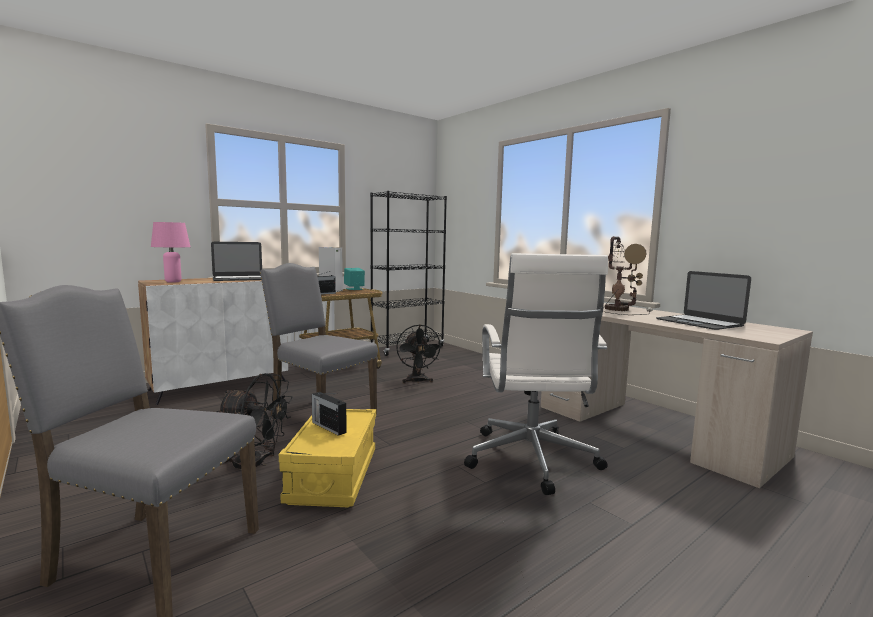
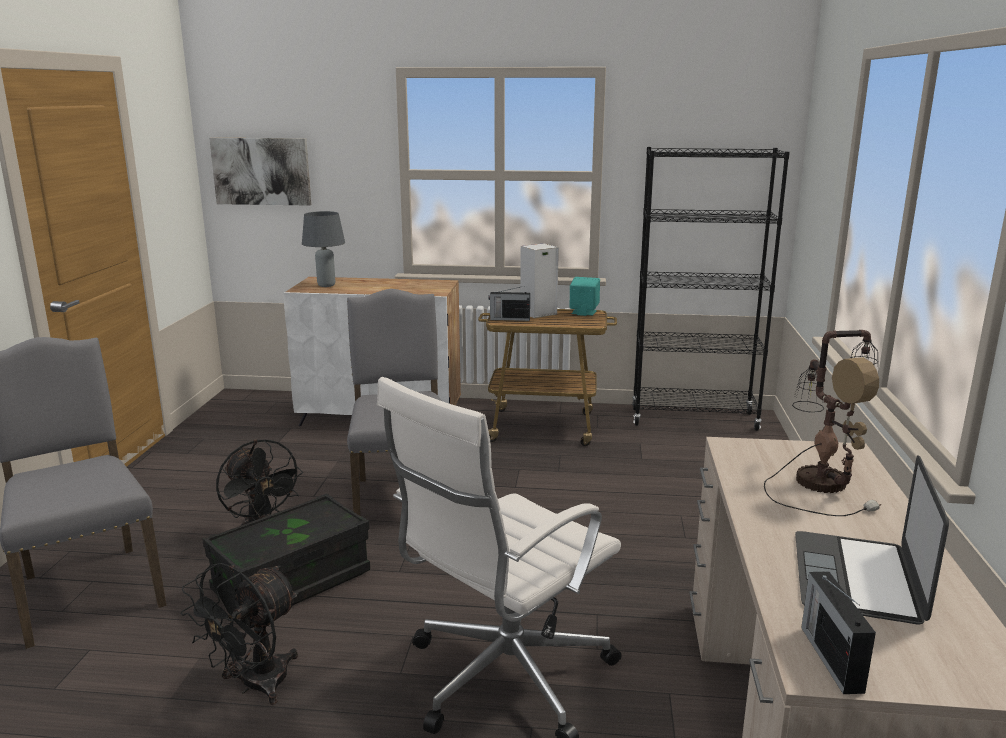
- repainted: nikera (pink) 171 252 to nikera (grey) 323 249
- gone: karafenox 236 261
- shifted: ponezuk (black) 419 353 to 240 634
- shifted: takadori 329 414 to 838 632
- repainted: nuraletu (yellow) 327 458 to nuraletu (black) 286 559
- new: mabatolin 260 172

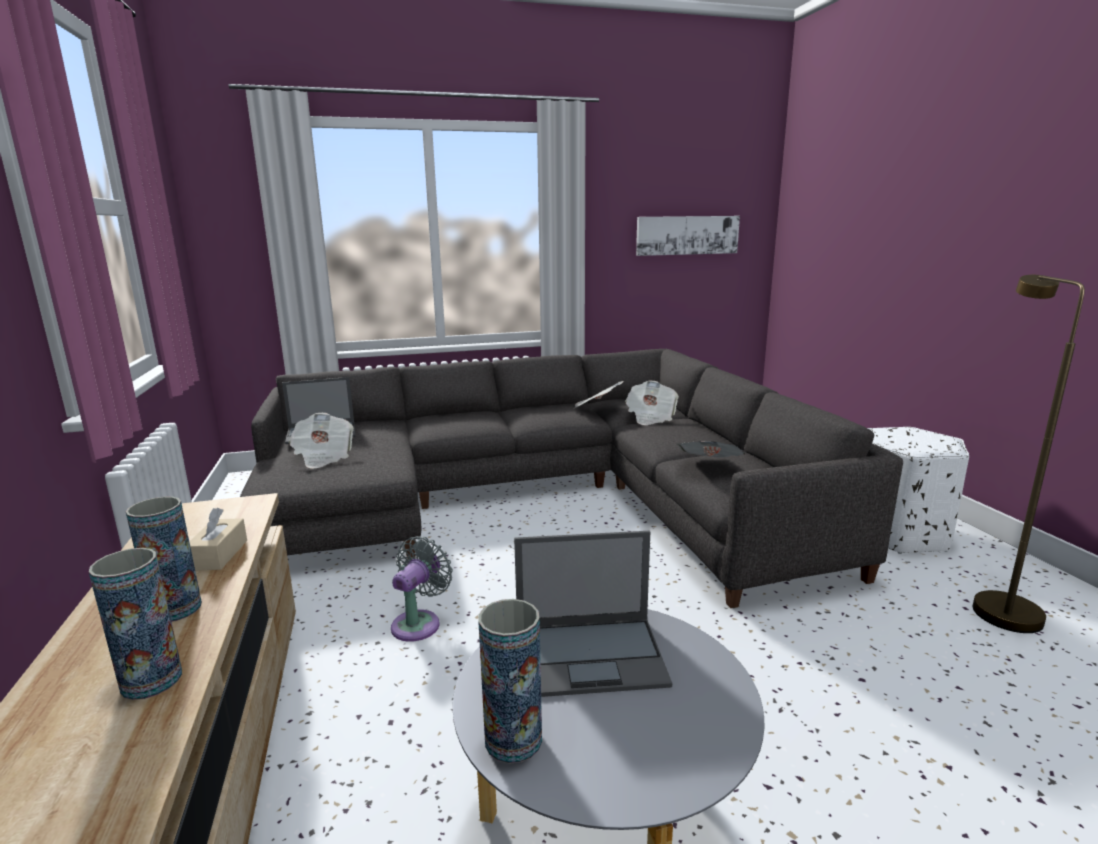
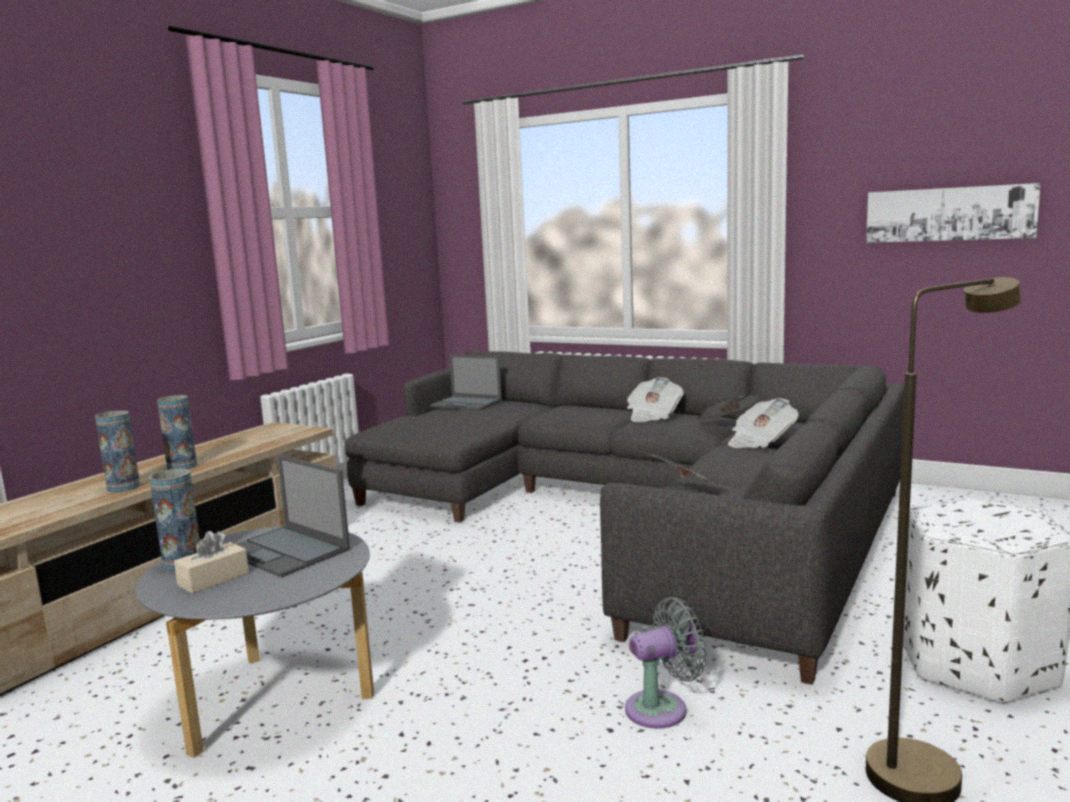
- shifted: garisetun 321 441 to 655 399
- shifted: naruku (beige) 218 539 to 211 562
- shifted: ponezuk (grey) 422 589 to 666 663

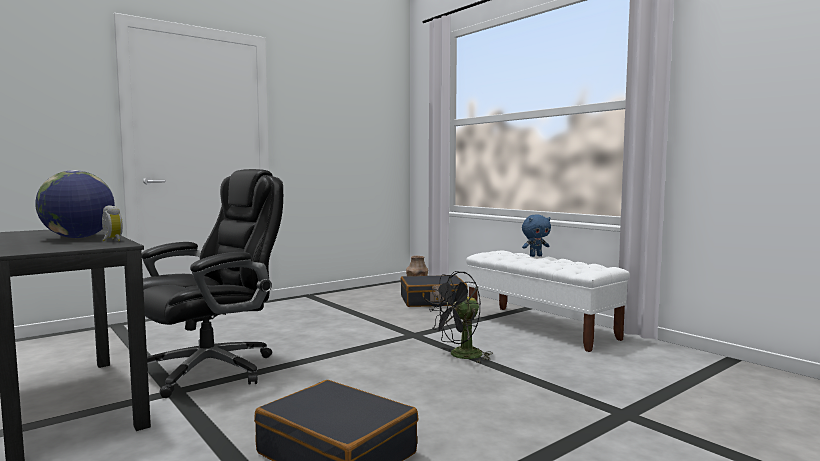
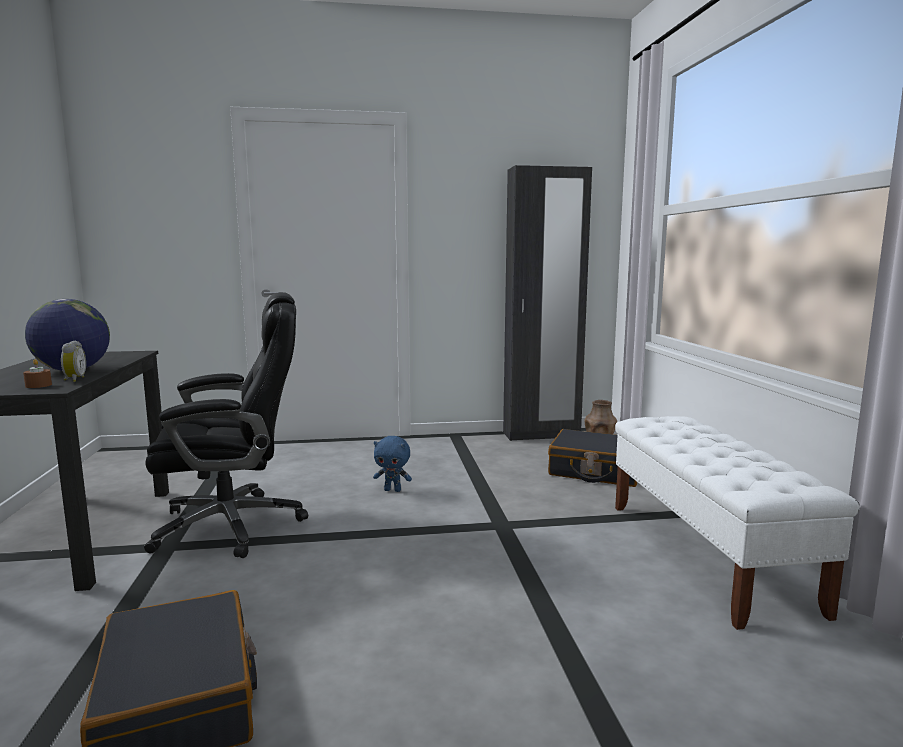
- shifted: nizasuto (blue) 536 236 to 392 464
- gone: ponezuk (black) 461 317
- new: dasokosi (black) 547 303
- new: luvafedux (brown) 37 373

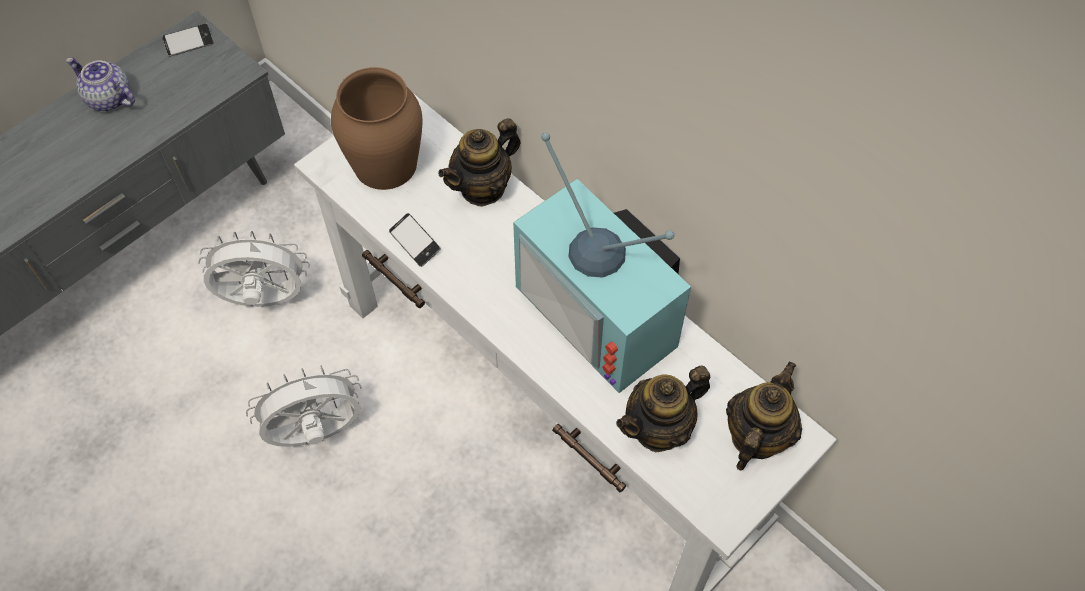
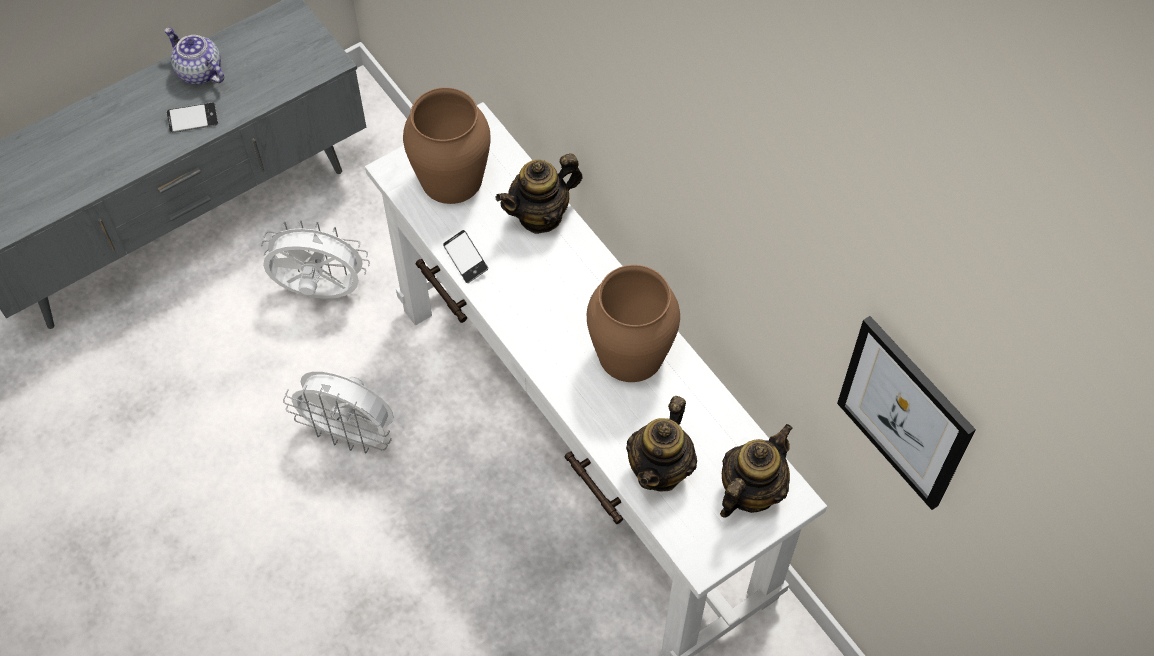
- shifted: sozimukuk 188 40 to 192 117
- swapped: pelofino 602 262 to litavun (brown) 633 323
- rotated: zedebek 663 408 = 661 444 45 degrees counterclockwise
- rotated: ponezuk (white) 304 406 = 338 412 150 degrees counterclockwise
- new: mabatolin 906 413

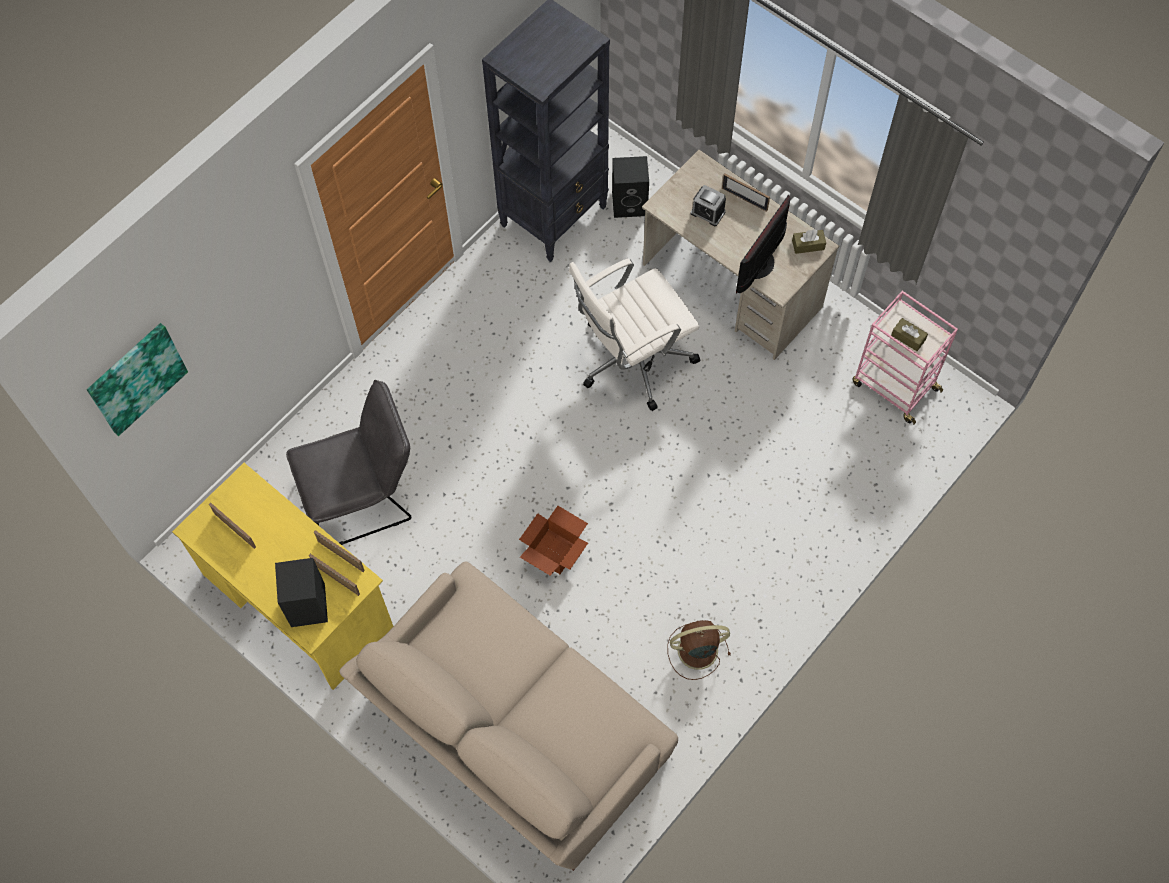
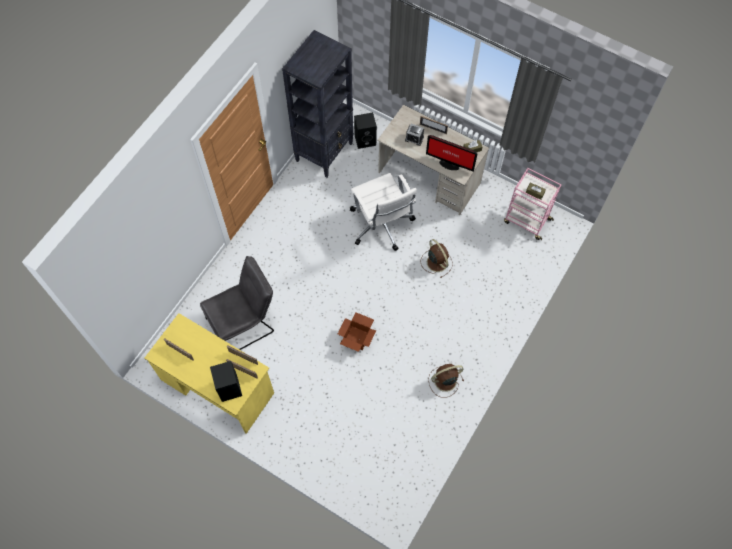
- rotated: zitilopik 763 244 = 451 153 90 degrees counterclockwise
- rotated: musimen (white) 634 334 = 383 212 75 degrees counterclockwise
- gone: mabatolin 137 379
- gone: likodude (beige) 508 716
- new: ponezuk (brown) 436 258

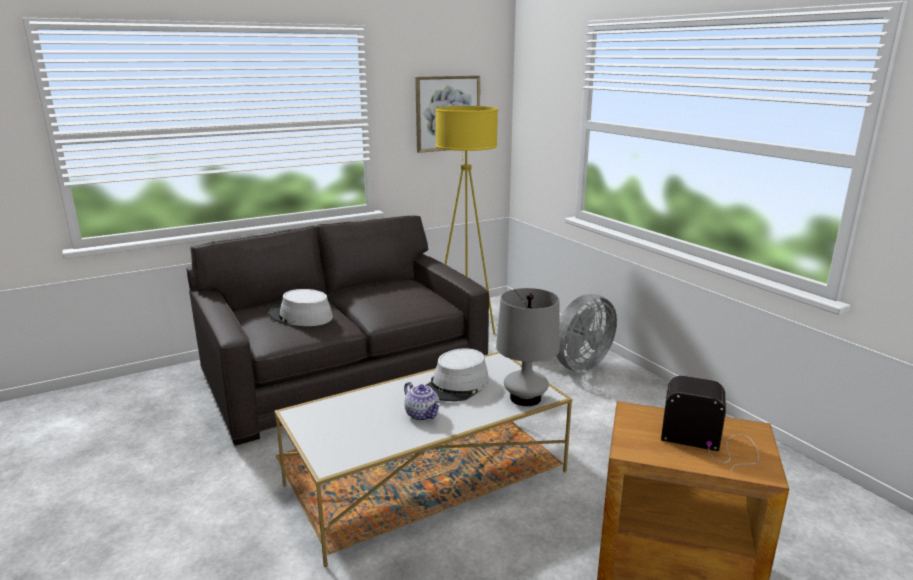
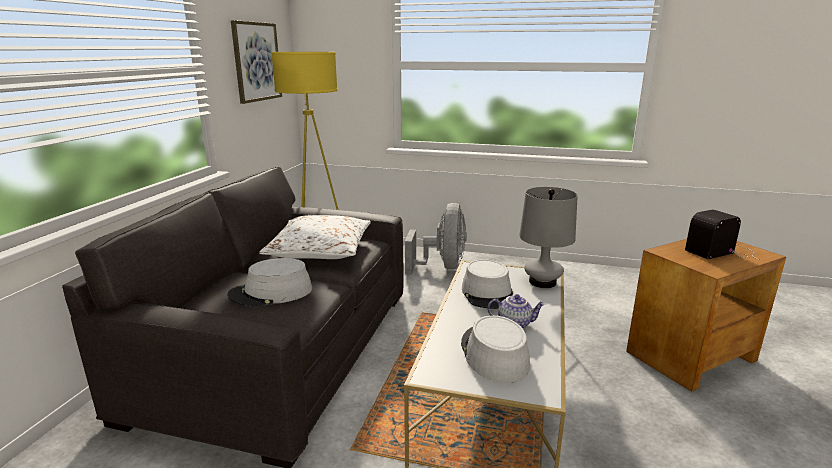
- new: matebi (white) 315 237
- new: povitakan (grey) 495 349

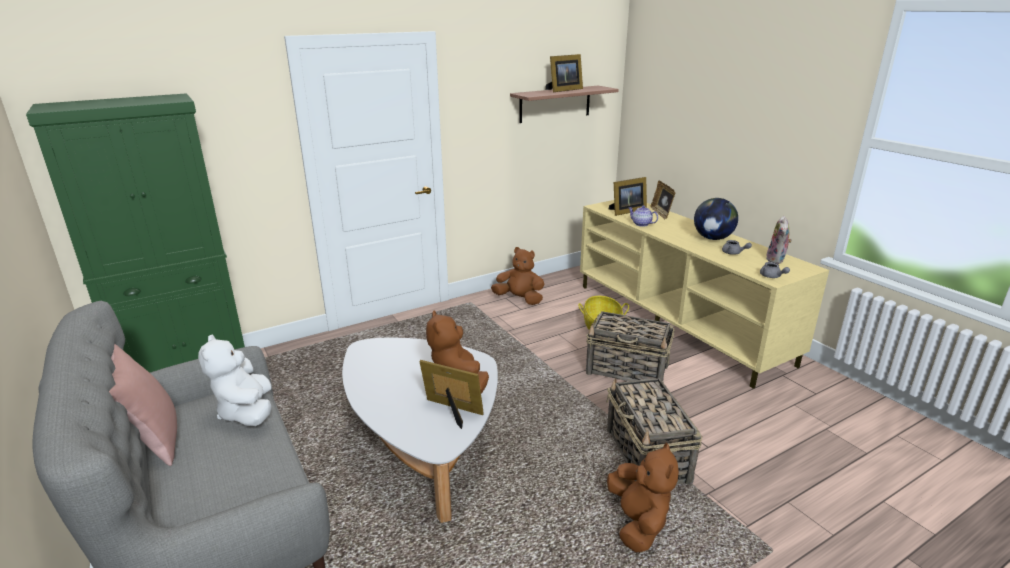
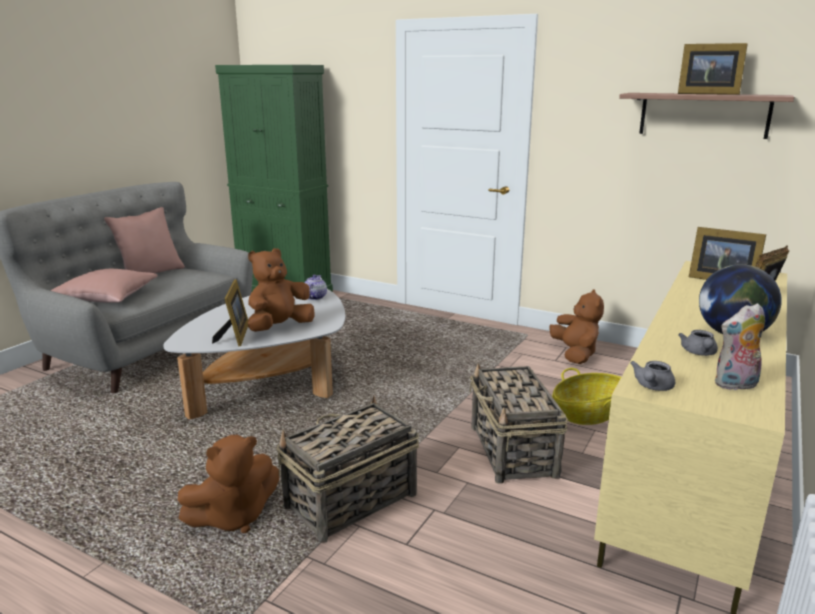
- shifted: zedebek 643 216 to 315 287
- gone: nizasuto (white) 235 380
- new: matebi (pink) 104 286

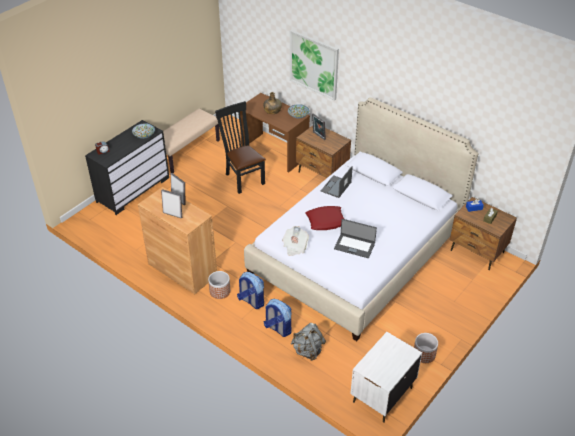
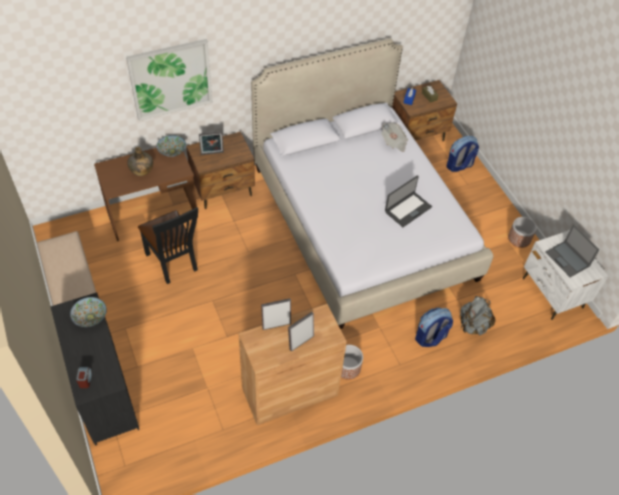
- rotated: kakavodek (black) 240 147 = 168 245 120 degrees counterclockwise
- shifted: karafenox 337 182 to 572 250
- gone: matebi (red) 324 218
- shifted: garisetun 295 241 to 394 137
- shifted: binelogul 250 290 to 462 154

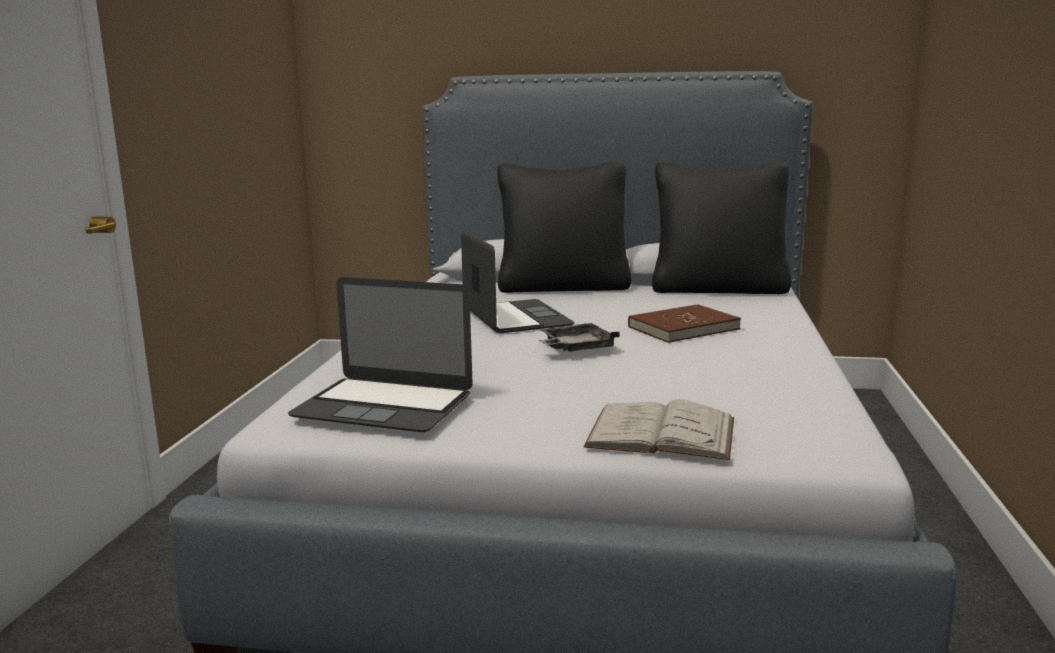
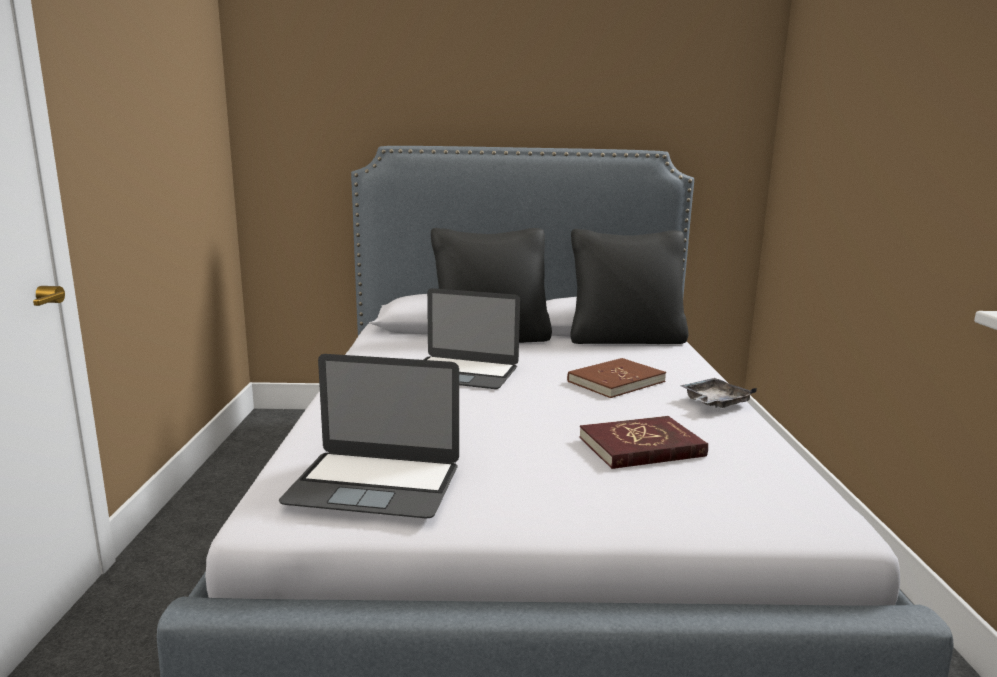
- rotated: karafenox 518 282 = 471 338 135 degrees clockwise
- shifted: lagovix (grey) 579 337 to 719 393
- gone: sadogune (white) 659 429
- new: sadogune (red) 643 442

